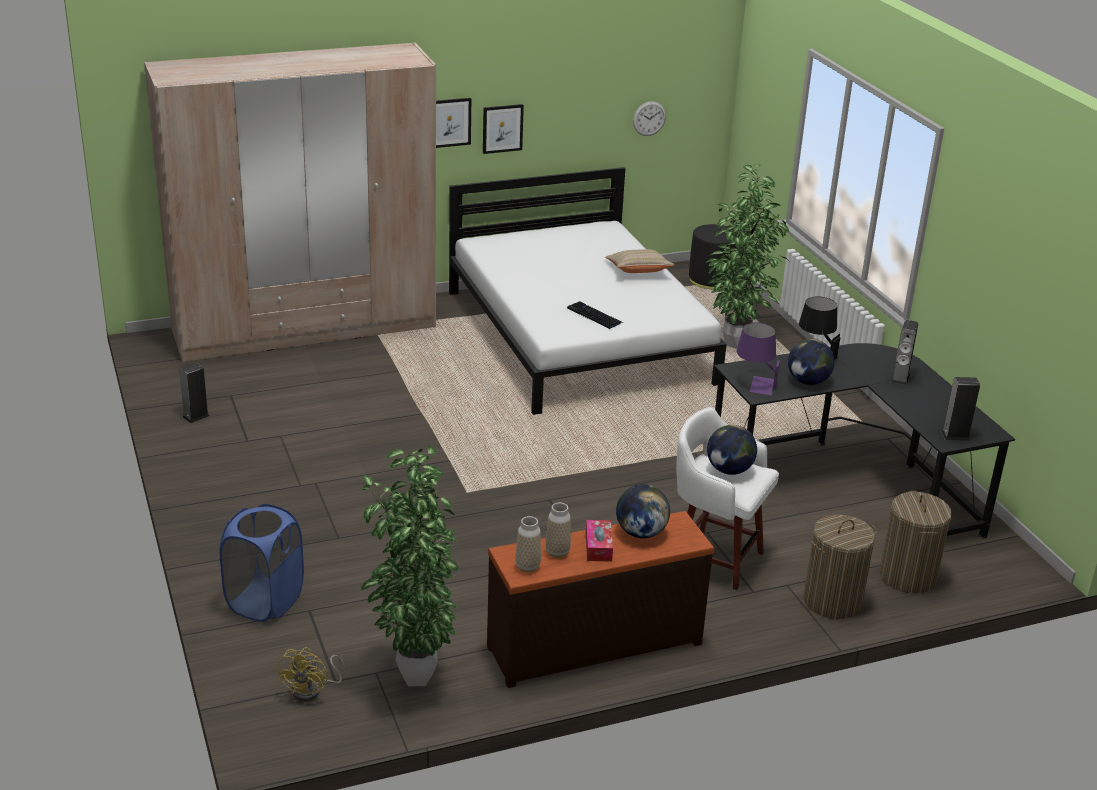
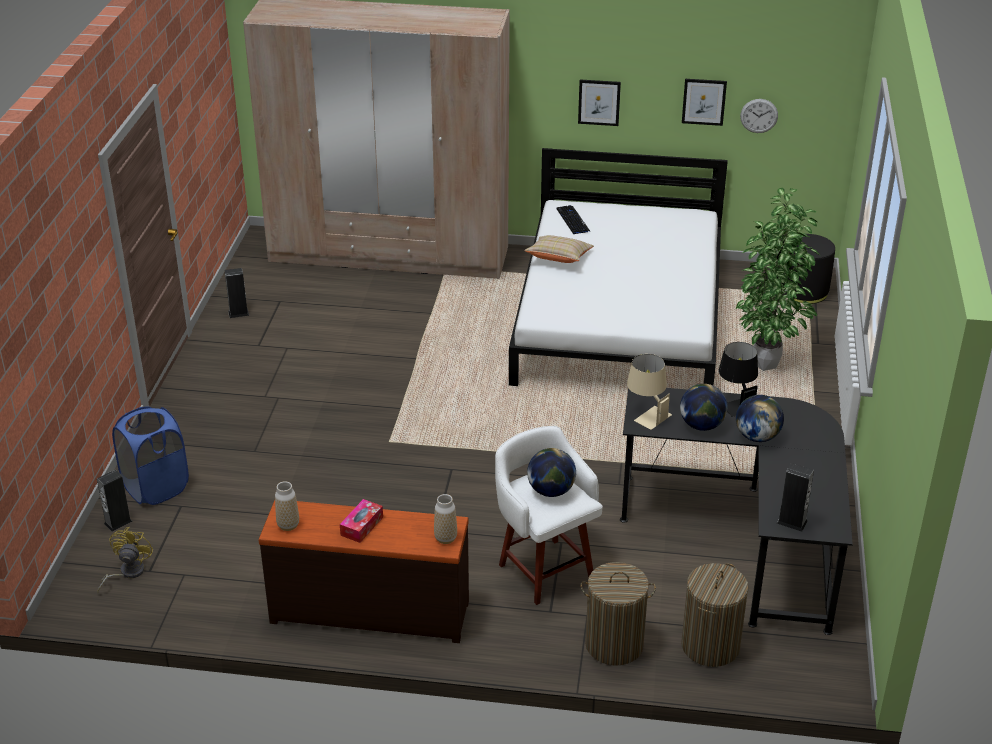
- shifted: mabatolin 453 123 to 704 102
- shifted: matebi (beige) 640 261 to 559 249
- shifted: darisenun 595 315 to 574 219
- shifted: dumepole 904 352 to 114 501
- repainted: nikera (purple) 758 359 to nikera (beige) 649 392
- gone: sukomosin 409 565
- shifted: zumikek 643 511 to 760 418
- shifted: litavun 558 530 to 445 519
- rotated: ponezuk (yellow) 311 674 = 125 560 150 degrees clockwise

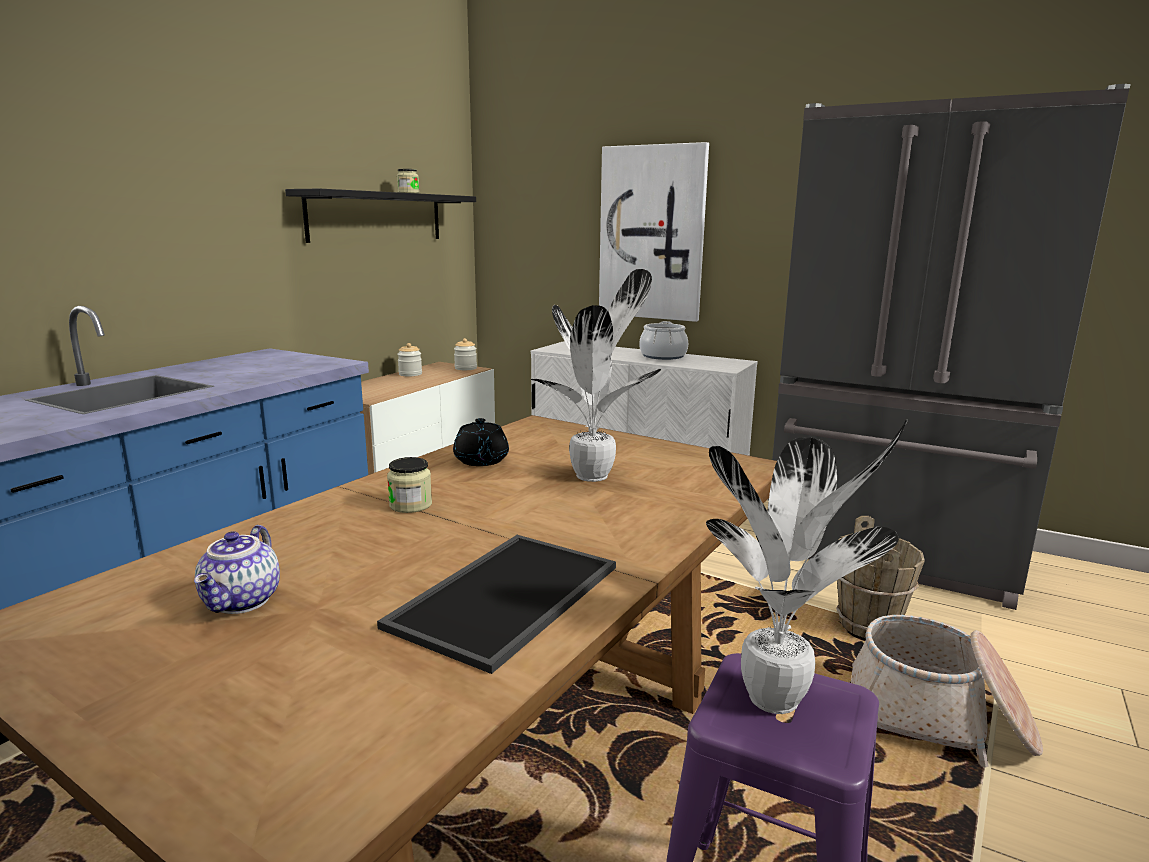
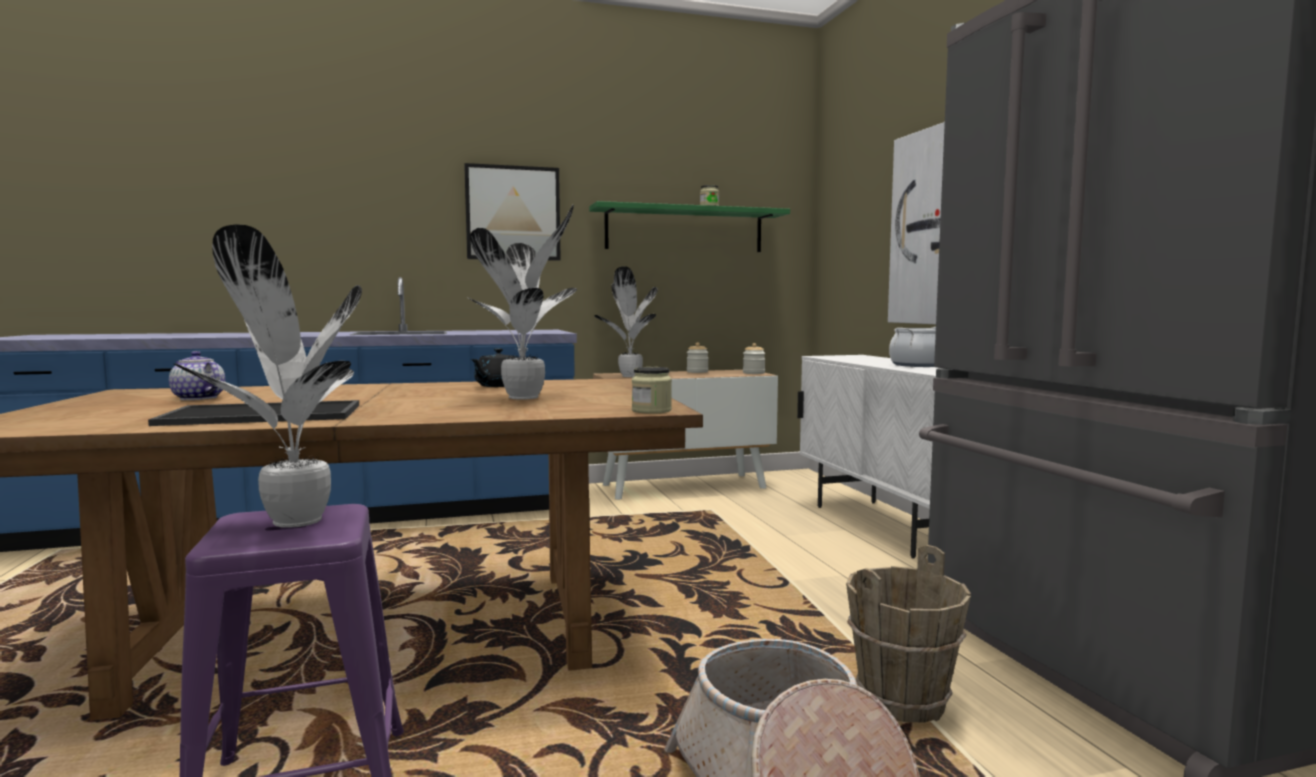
- repainted: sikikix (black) 380 216 to sikikix (green) 689 226
- shifted: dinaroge 409 485 to 652 390
- rotated: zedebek 237 569 = 197 375 75 degrees clockwise
- new: mabatolin 512 212
- new: sukomosin 626 321

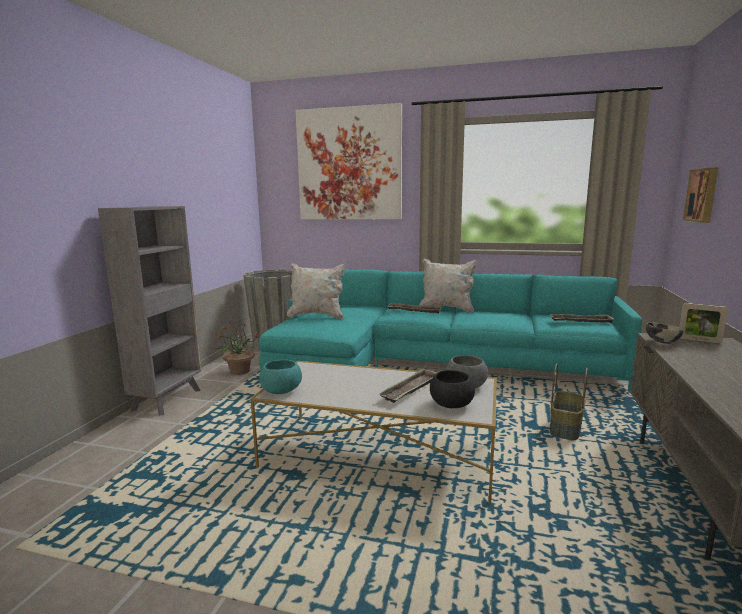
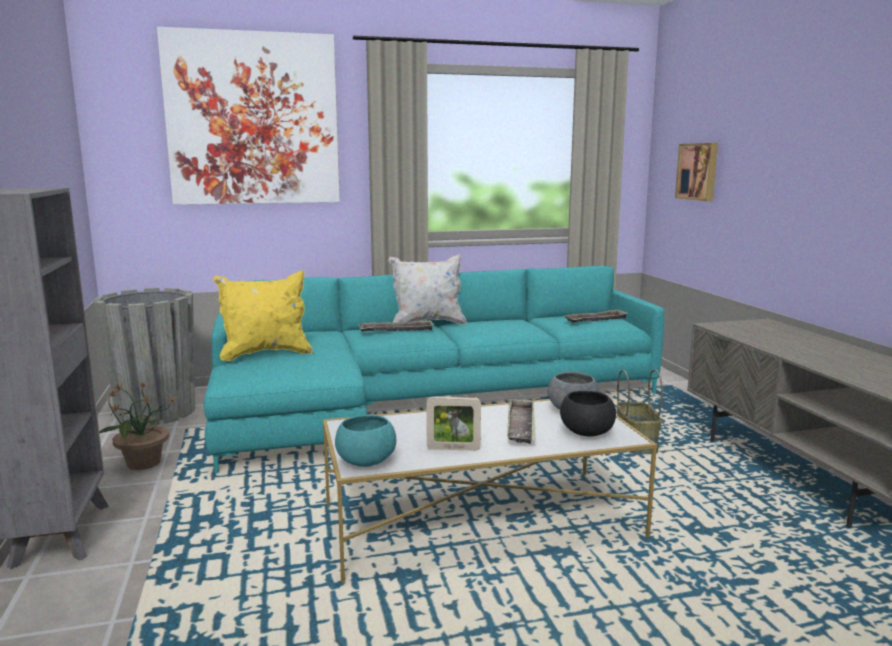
- repainted: matebi (white) 316 291 to matebi (yellow) 263 316
- shifted: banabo 703 323 to 453 424
- gone: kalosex 665 333

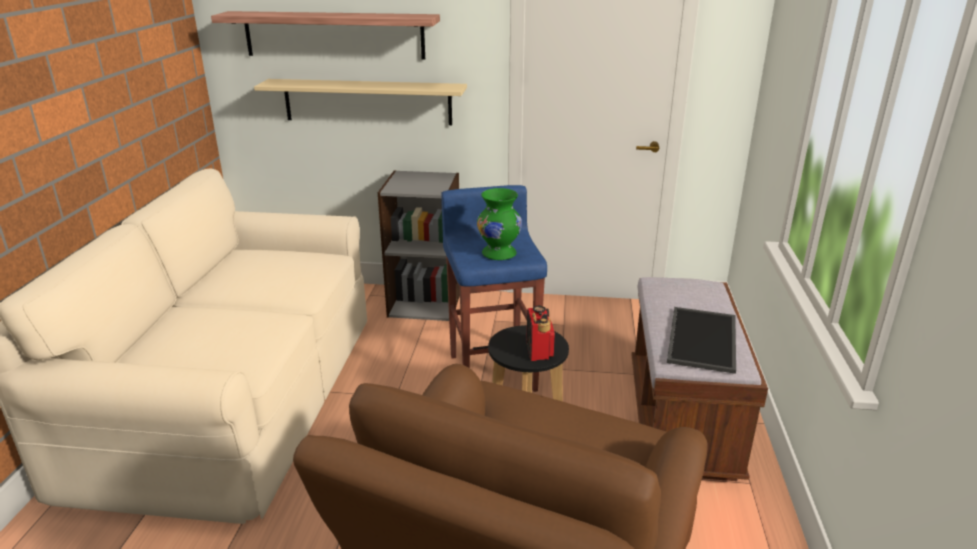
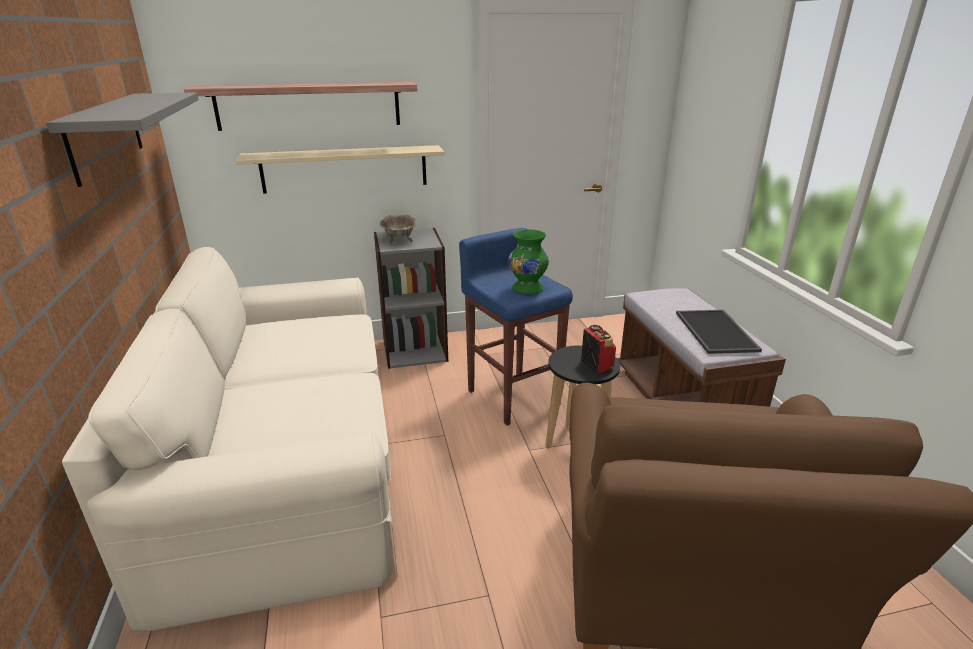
- new: sikikix (grey) 122 139
- new: kalosex (beige) 399 229

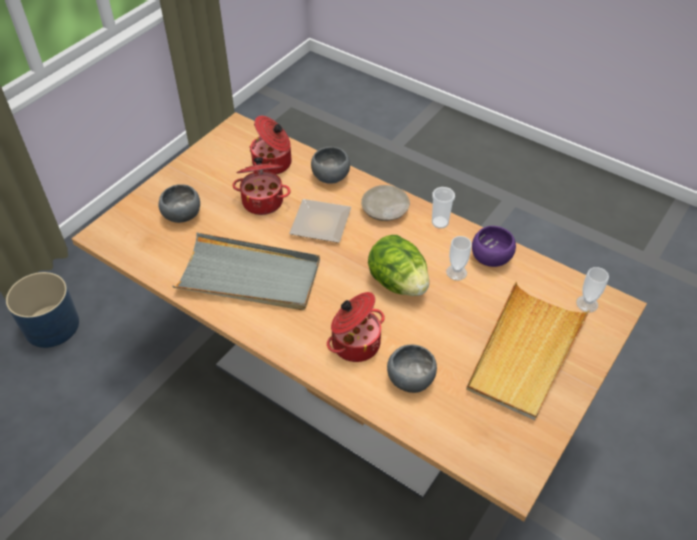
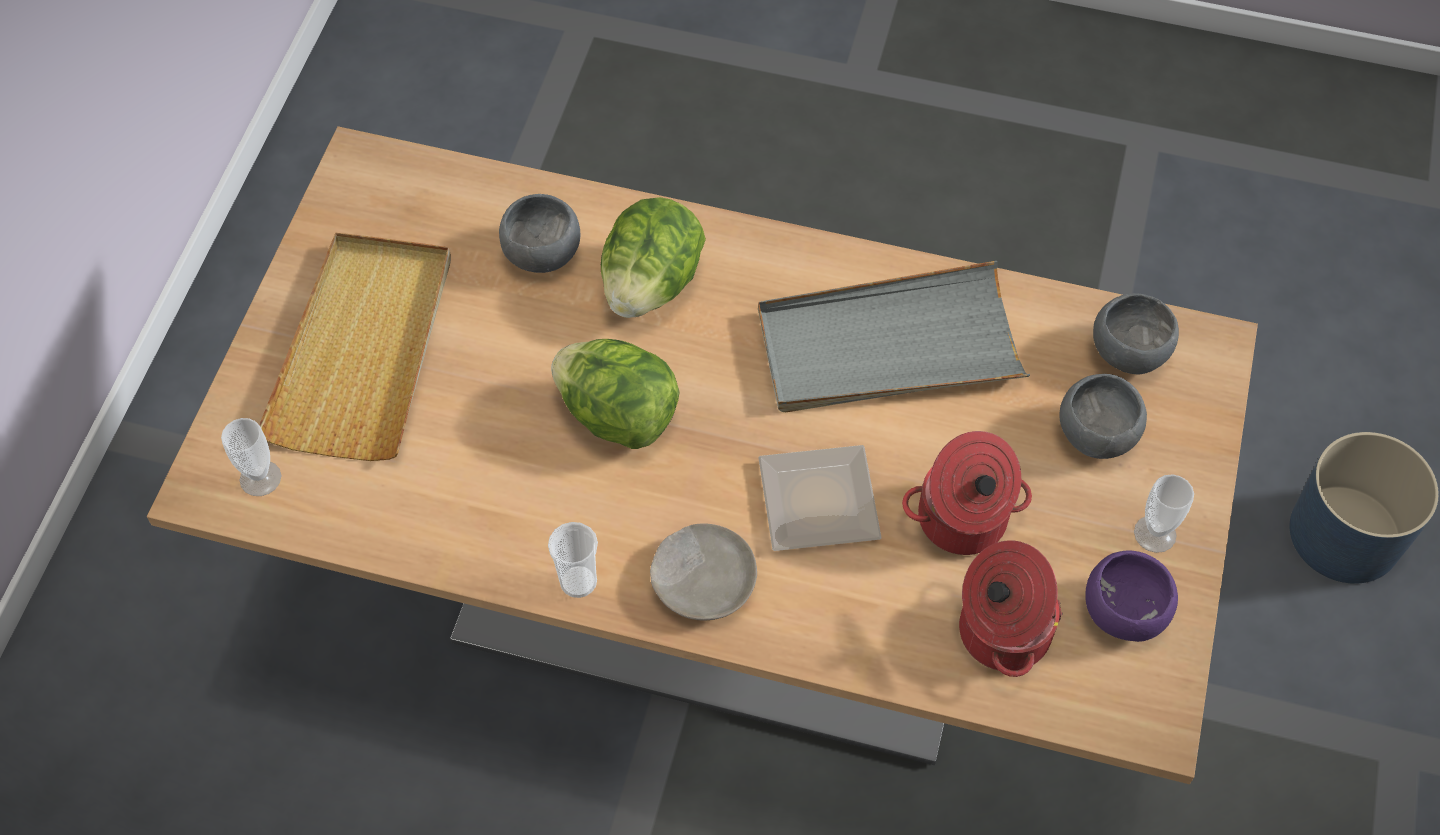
- shifted: kalosex (grey) 330 165 to 1136 333
- shifted: kalosex (purple) 494 246 to 1131 596
- shifted: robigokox 459 258 to 1164 513
- swapped: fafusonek 356 327 to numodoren 653 257

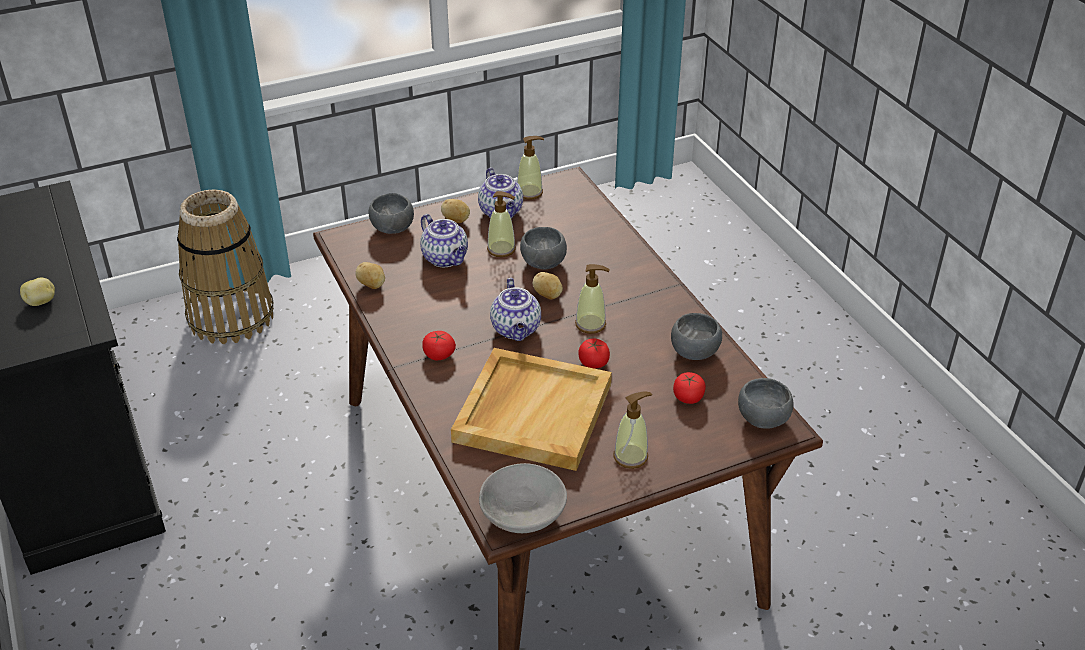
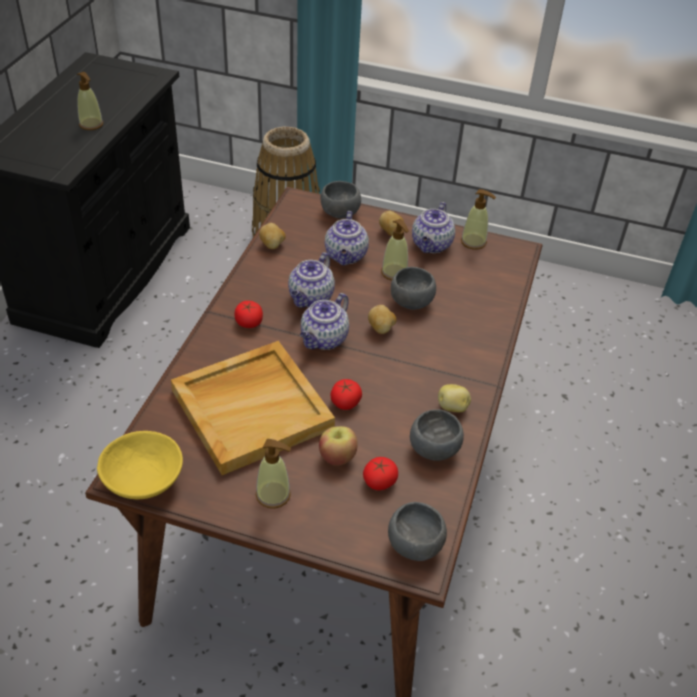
- shifted: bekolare 592 299 to 90 101
- shifted: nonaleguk 37 292 to 454 398
- repainted: kalosex (grey) 523 498 to kalosex (yellow) 140 465
- new: zedebek 311 280
- new: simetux 338 446

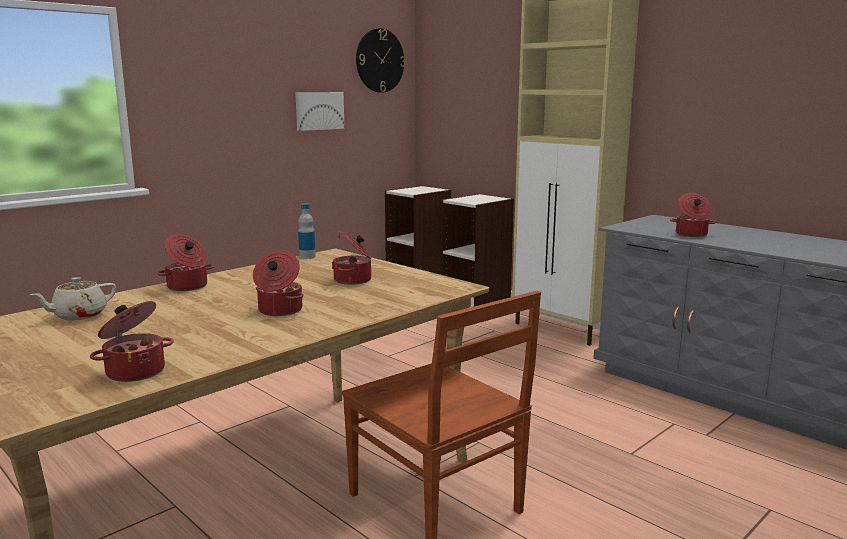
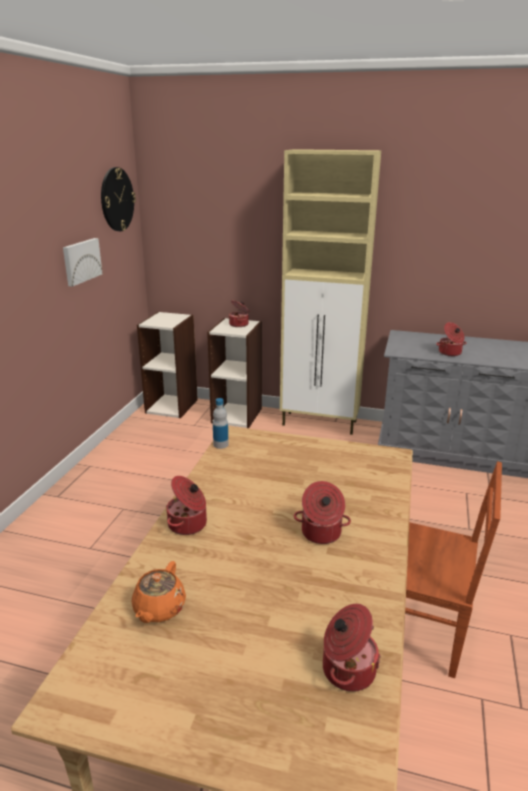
- shifted: fafusonek 351 258 to 239 313
- repainted: zedebek (beige) 73 298 to zedebek (orange) 159 592

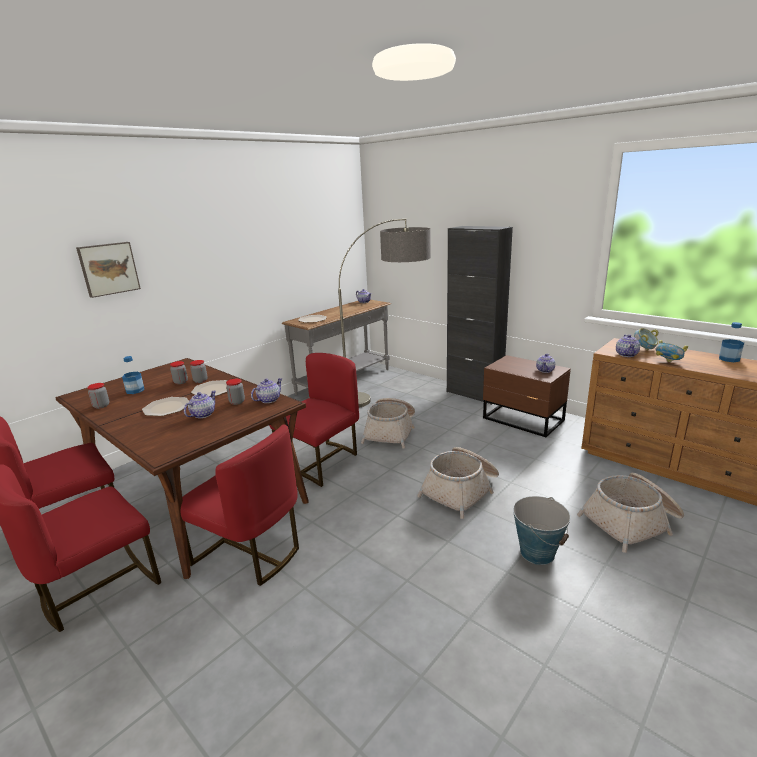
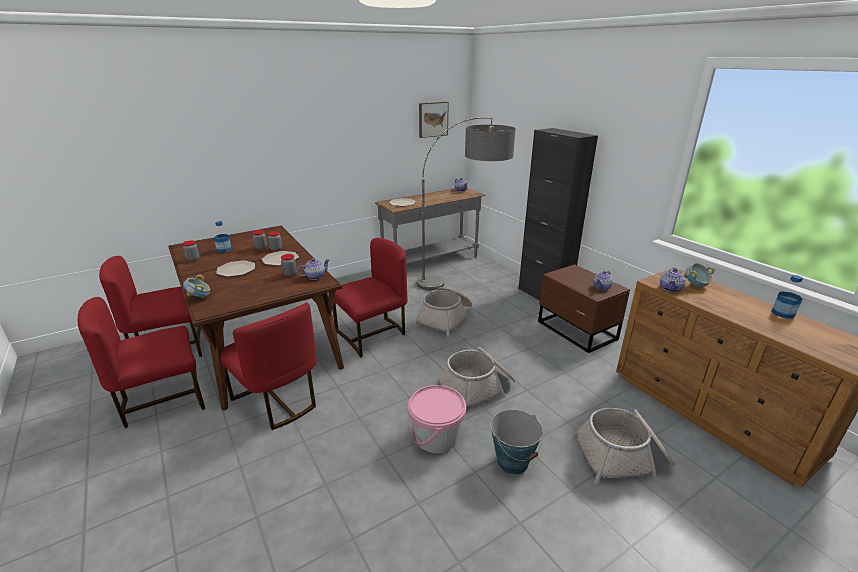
- shifted: mabatolin 108 270 to 434 120
- shifted: kalosex 672 351 to 196 286
- gone: zedebek 200 404
- new: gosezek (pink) 437 419

